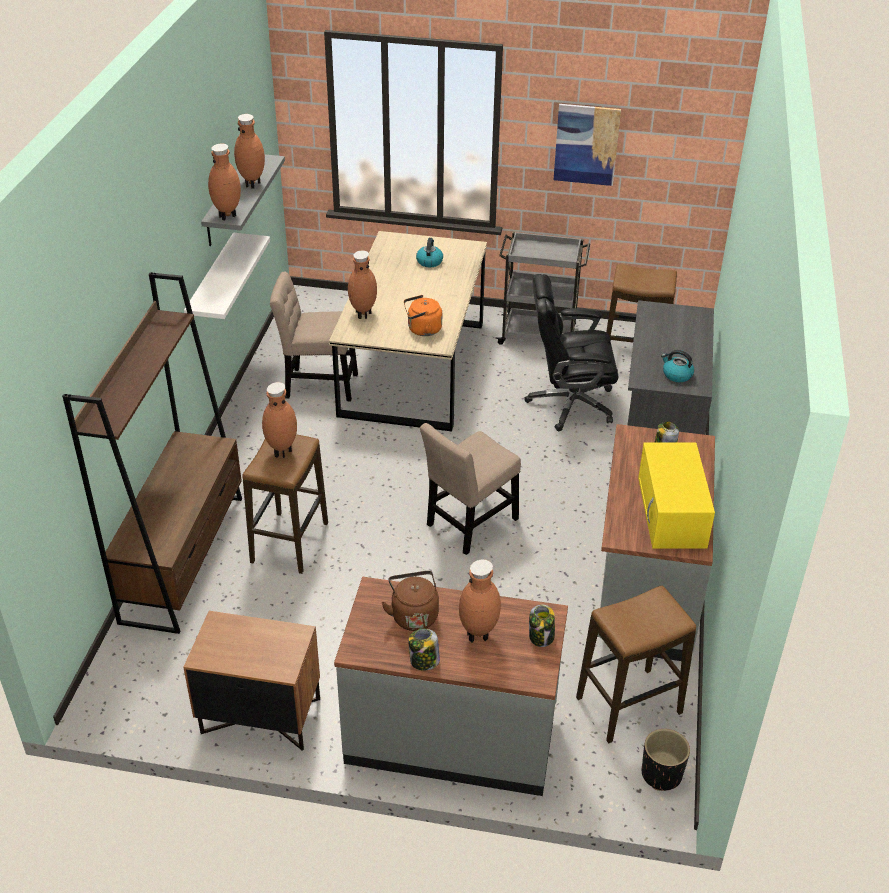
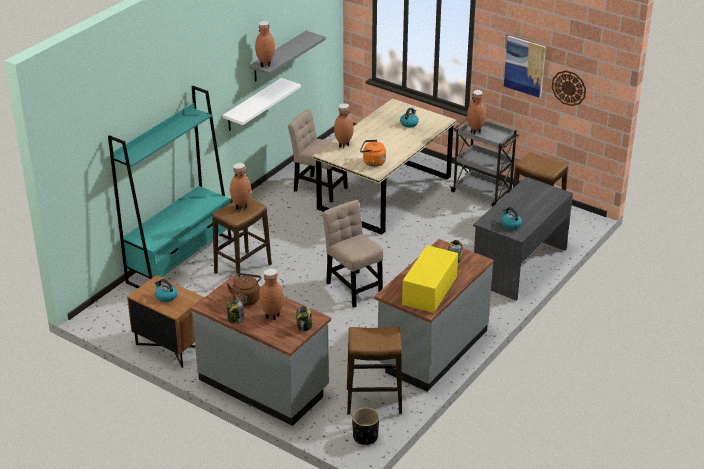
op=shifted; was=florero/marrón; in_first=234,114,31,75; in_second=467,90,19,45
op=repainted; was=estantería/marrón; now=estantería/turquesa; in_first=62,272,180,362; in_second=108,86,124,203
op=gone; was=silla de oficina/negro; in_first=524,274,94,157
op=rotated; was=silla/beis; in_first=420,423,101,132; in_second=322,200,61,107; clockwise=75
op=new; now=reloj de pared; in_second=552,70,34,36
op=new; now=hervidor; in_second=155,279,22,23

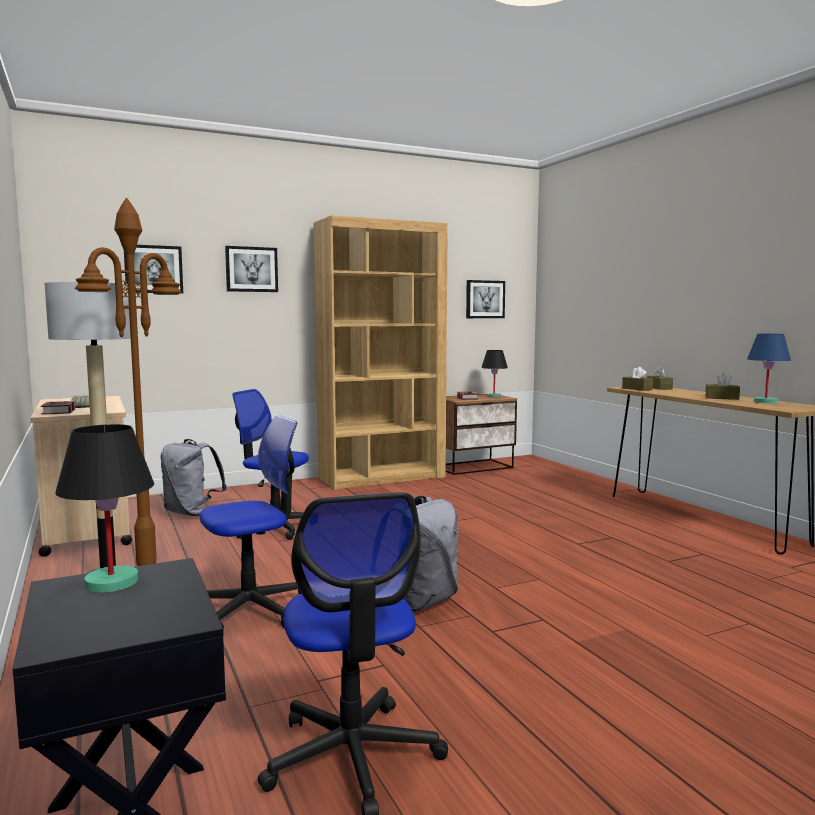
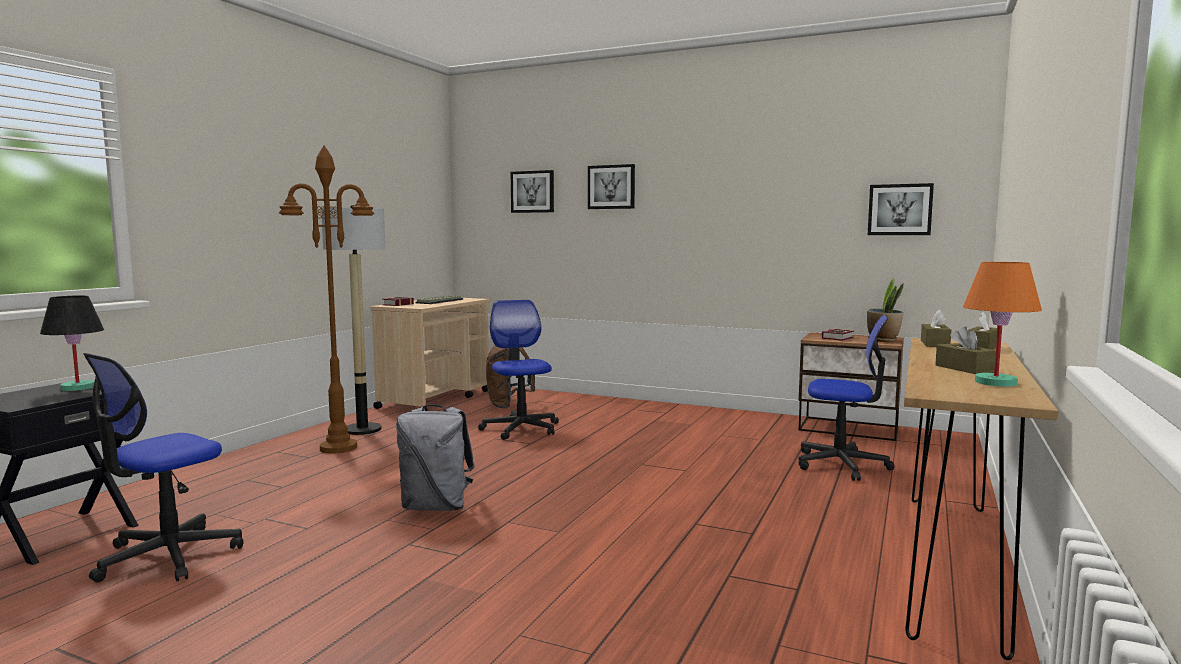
op=gone; was=estantería/marrón; in_first=314,215,134,274
op=repainted; was=lámpara de mesa/azul; now=lámpara de mesa/naranja; in_first=747,334,44,69; in_second=963,262,79,125
op=swapped; was=lámpara de mesa/negro; now=planta en maceta; in_first=481,350,27,47; in_second=867,278,37,64
op=shifted; was=silla de oficina; in_first=200,416,102,213; in_second=799,315,96,166
op=repainted; was=mochila/gris; now=mochila/marrón; in_first=160,439,67,77; in_second=486,345,49,63

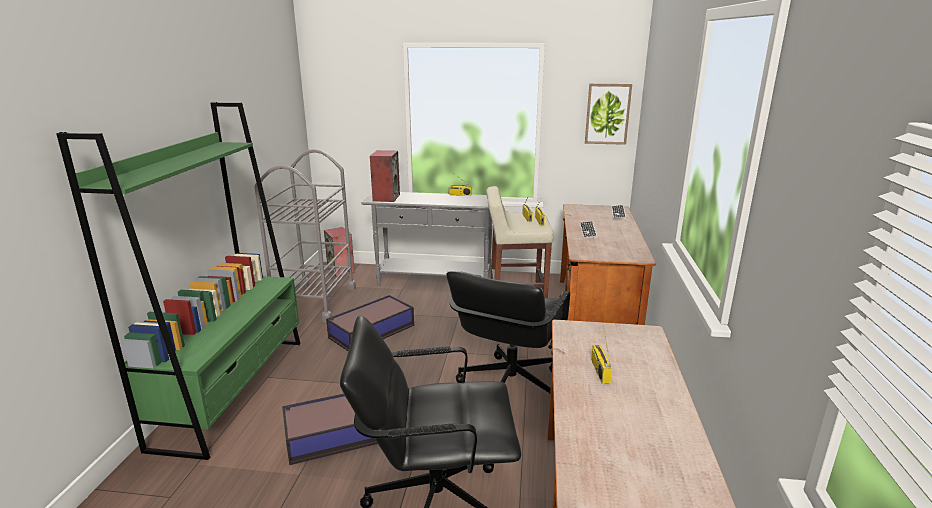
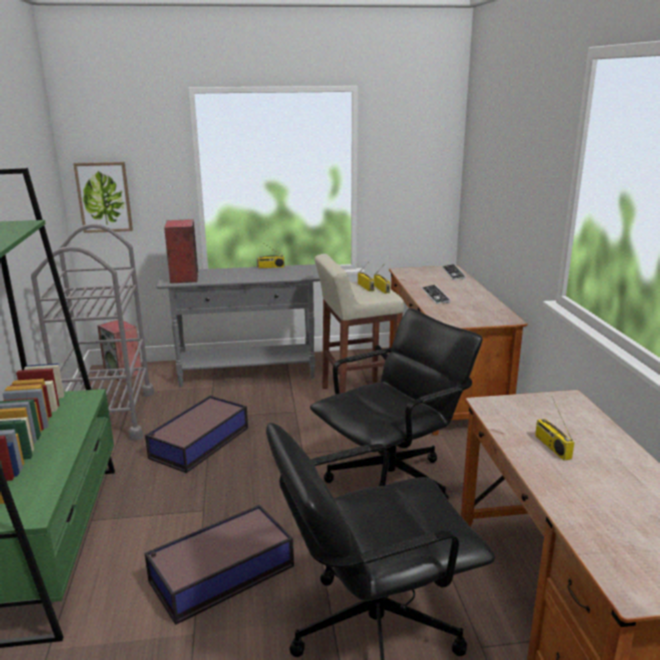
op=shifted; was=cuadro; in_first=585,84,47,61; in_second=73,162,60,71
op=rotated; was=silla de oficina/negro; in_first=446,271,124,122; in_second=310,308,173,191; clockwise=-135

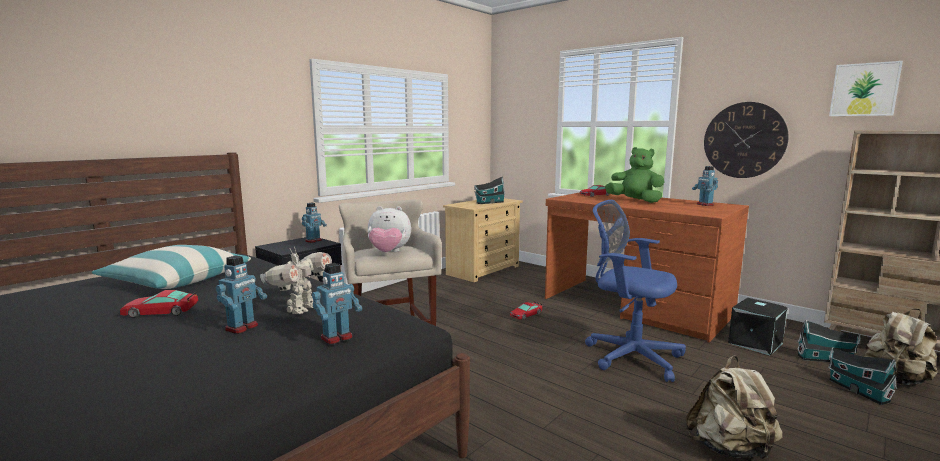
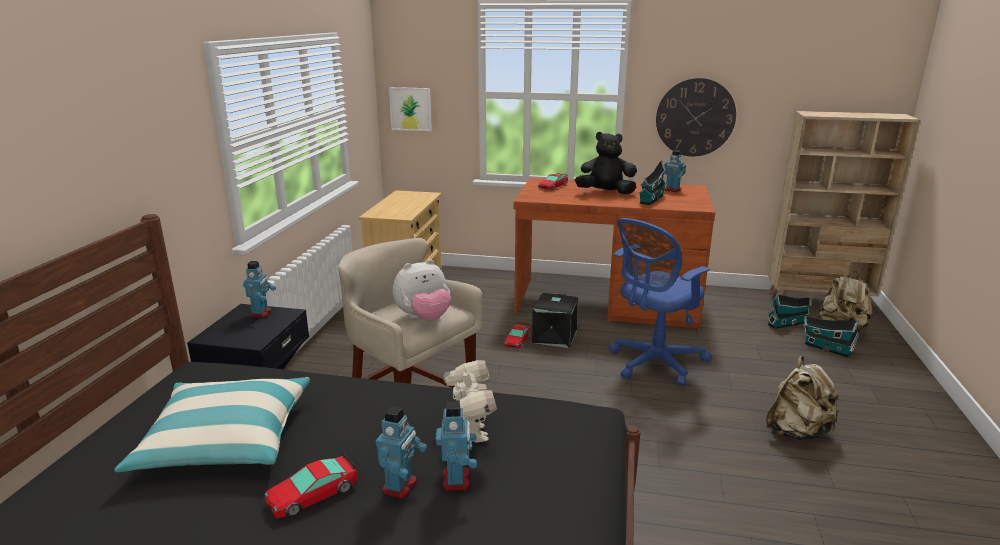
op=shifted; was=cuadro; in_first=829,61,74,55; in_second=389,87,43,44
op=repainted; was=peluche/verde; now=peluche/negro; in_first=605,147,60,56; in_second=575,132,62,62
op=shifted; was=casita; in_first=474,177,31,27; in_second=638,159,29,46
op=rotated; was=silla de oficina/azul; in_first=585,200,101,182; in_second=609,218,102,168; clockwise=-45
op=shifted; was=robot de juguete; in_first=312,263,50,82; in_second=376,406,51,93
op=shifted; was=caja de almacenaje/negro; in_first=728,298,60,57; in_second=532,293,46,55

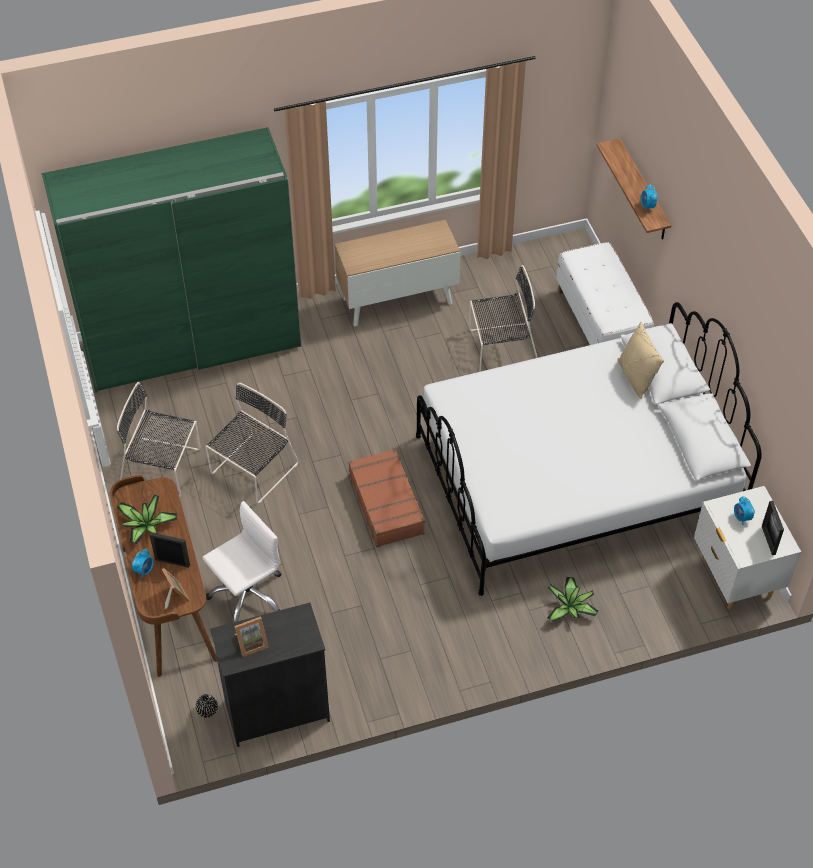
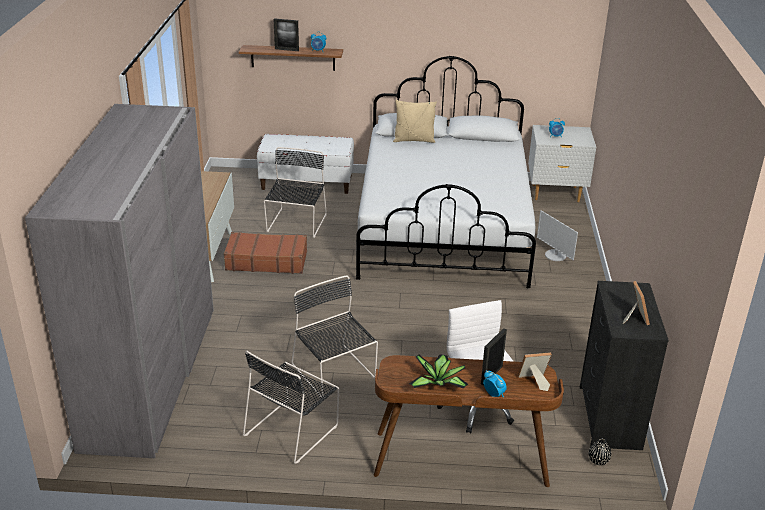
op=repainted; was=armario ropero/verde; now=armario ropero/gris; in_first=42,127,260,266; in_second=25,104,189,354
op=shifted; was=maleta/marrón; in_first=348,449,78,98; in_second=224,232,83,42
op=shifted; was=portarretratos; in_first=762,501,22,54; in_second=273,18,26,33
op=swapped; was=planta en maceta; now=monitor; in_first=547,577,52,45; in_second=537,210,41,51

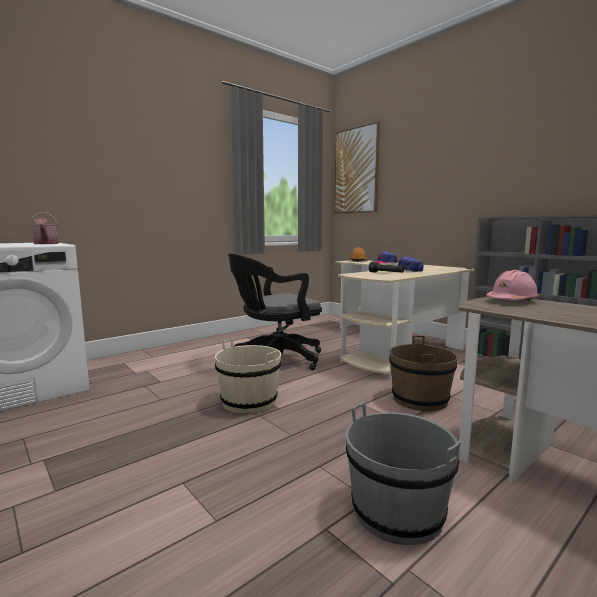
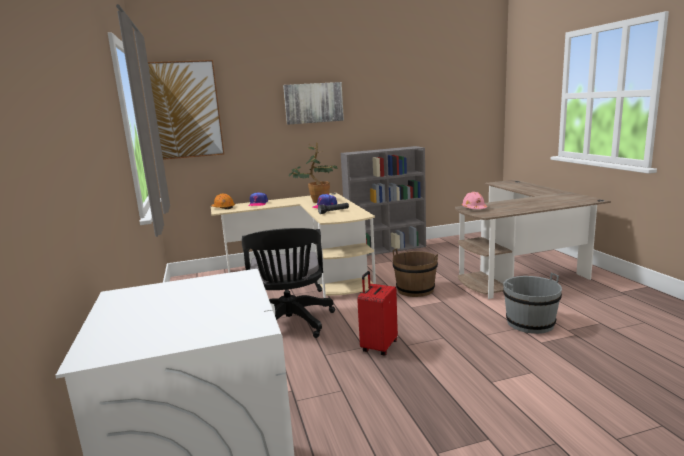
op=gone; was=regadera; in_first=30,212,29,32
op=swapped; was=cubo/beis; now=maleta/rojo; in_first=215,339,67,75; in_second=357,271,41,84
op=new; now=cuadro; in_second=283,82,61,43
op=new; now=planta en maceta; in_second=288,142,50,61

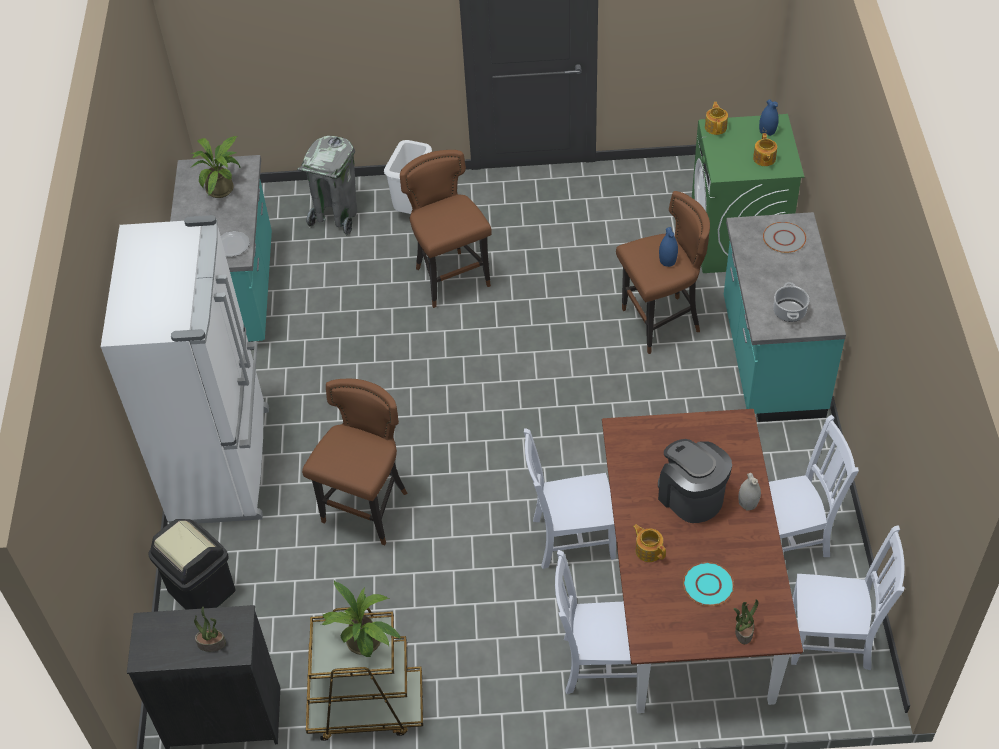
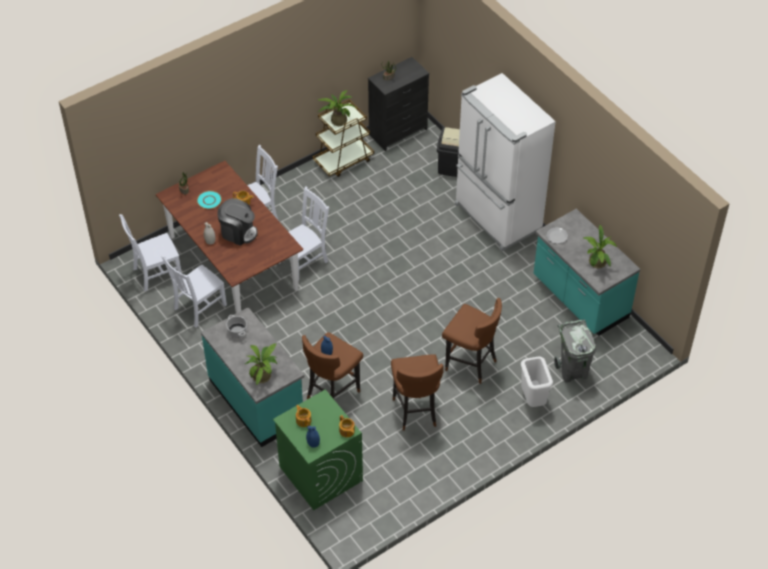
op=swapped; was=plato/gris; now=planta en maceta; in_first=763,222,43,31; in_second=245,343,32,42
op=shifted; was=taburete/marrón; in_first=302,379,105,167; in_second=391,354,53,77

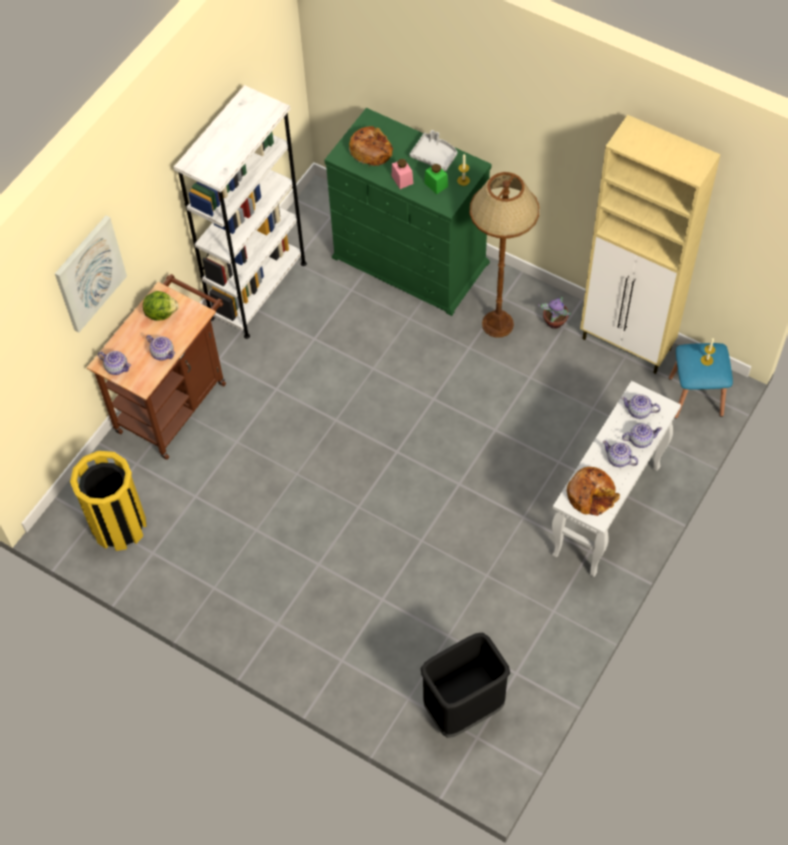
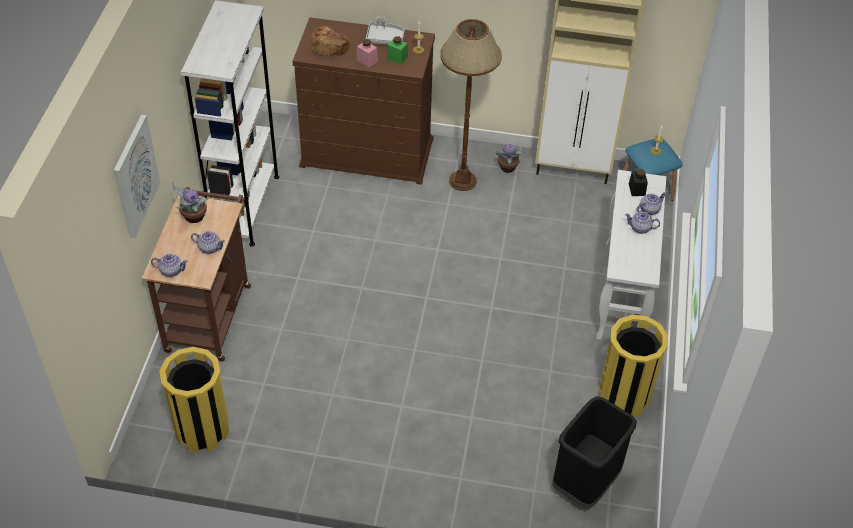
op=repainted; was=cómoda/verde; now=cómoda/marrón; in_first=324,108,168,208; in_second=293,17,142,168
op=swapped; was=lechuga; now=planta en maceta; in_first=143,291,36,30; in_second=172,182,37,41
op=swapped; was=tetera; now=tarro/negro; in_first=621,394,39,25; in_second=629,169,19,27
op=gone; was=pan; in_first=567,467,53,49
op=new; now=papelera/amarillo; in_second=599,315,69,102

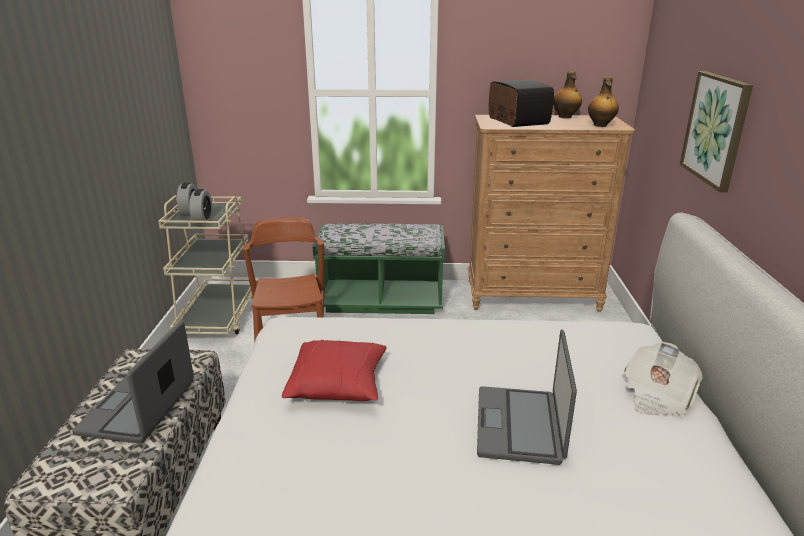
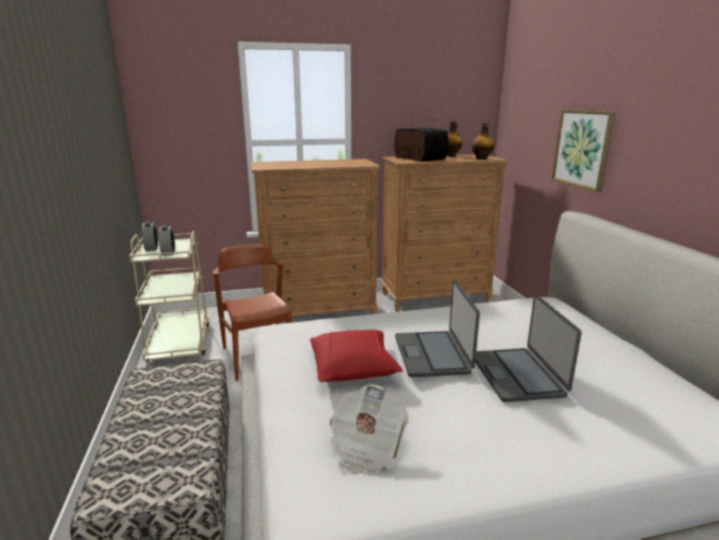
op=swapped; was=banco/verde; now=cómoda/marrón; in_first=313,224,132,90; in_second=251,159,129,167
op=shifted; was=portátil; in_first=72,320,122,124; in_second=395,280,85,97
op=shifted; was=periódico; in_first=624,342,79,73; in_second=329,384,80,91

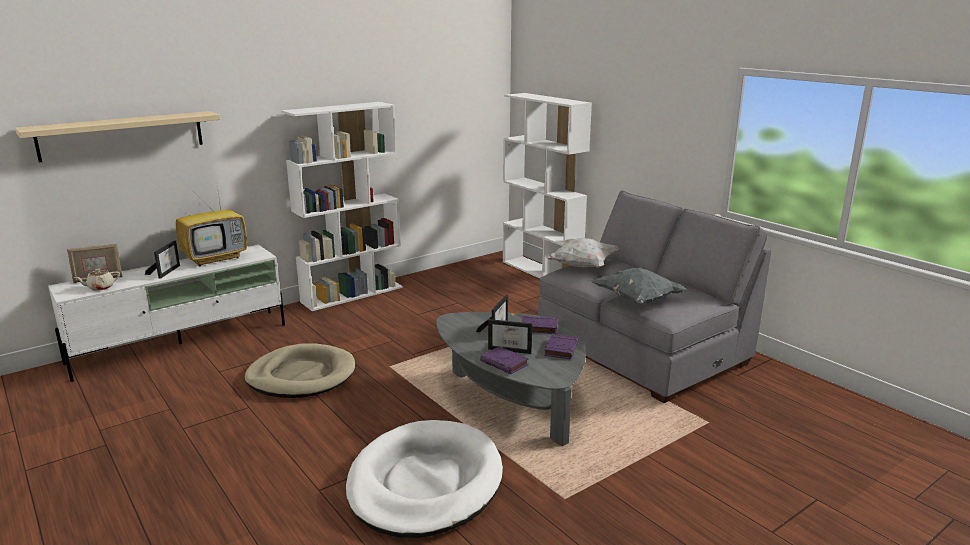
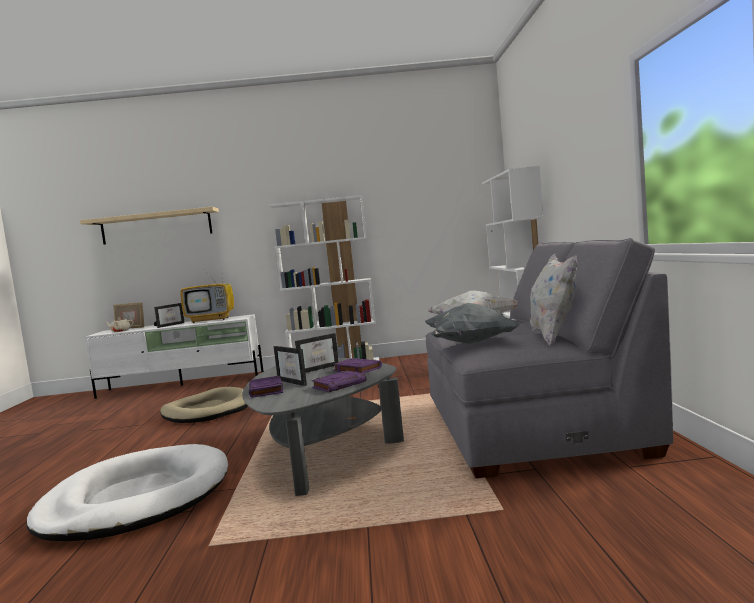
op=new; now=cojín/blanco; in_second=530,254,47,92

